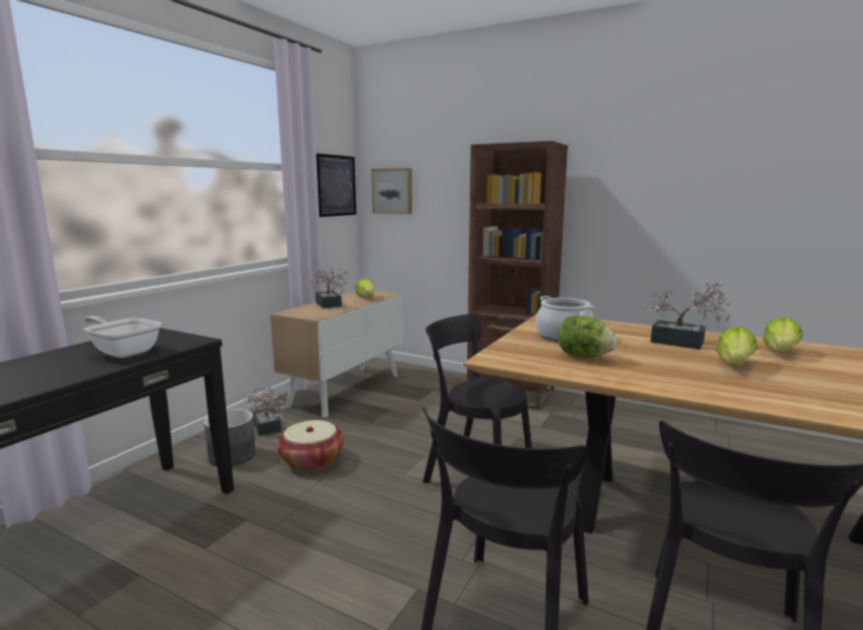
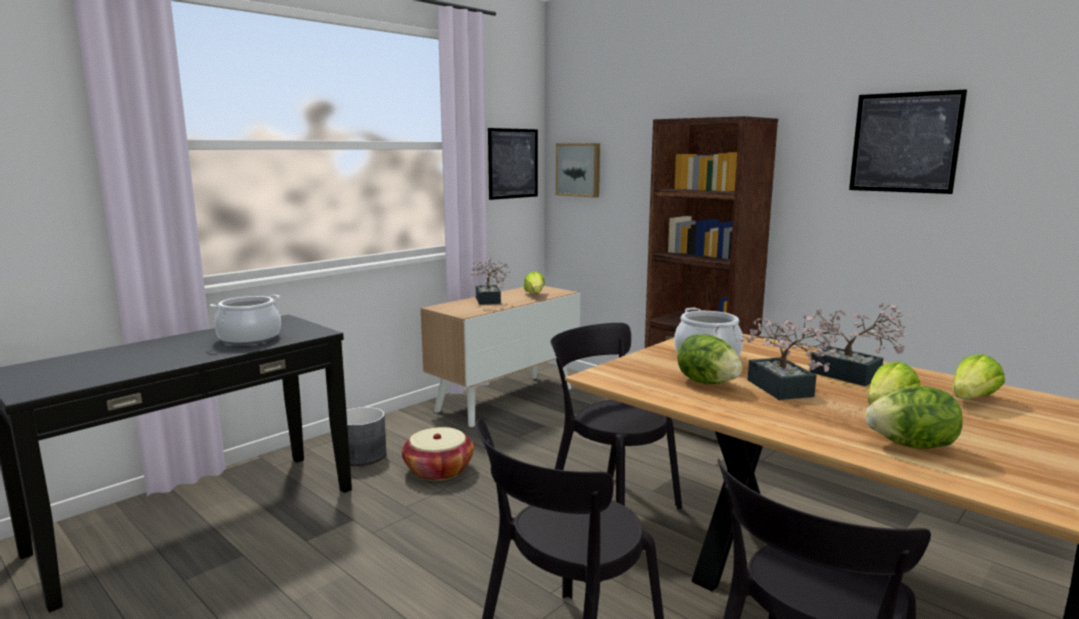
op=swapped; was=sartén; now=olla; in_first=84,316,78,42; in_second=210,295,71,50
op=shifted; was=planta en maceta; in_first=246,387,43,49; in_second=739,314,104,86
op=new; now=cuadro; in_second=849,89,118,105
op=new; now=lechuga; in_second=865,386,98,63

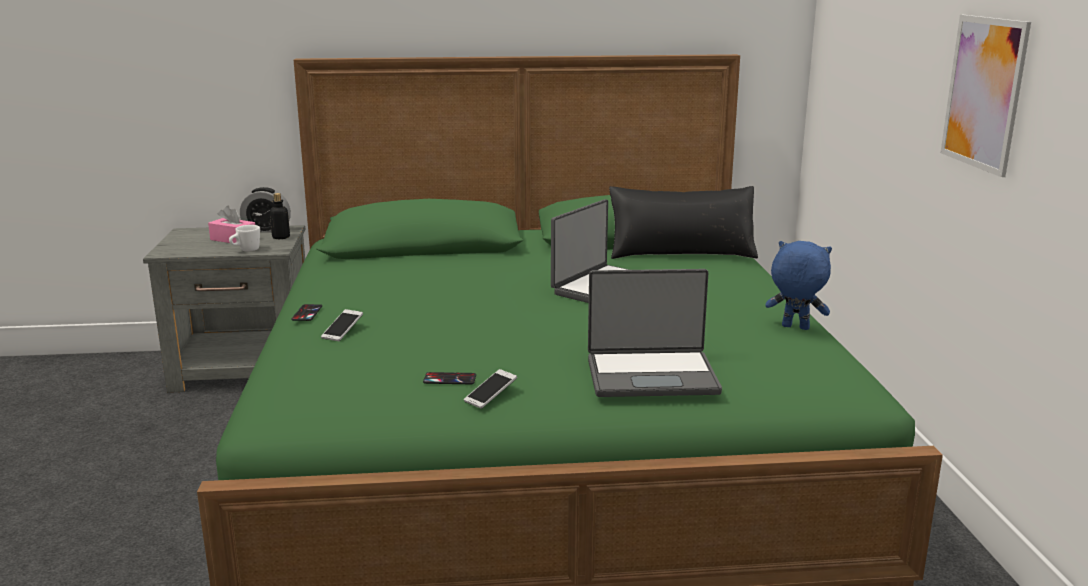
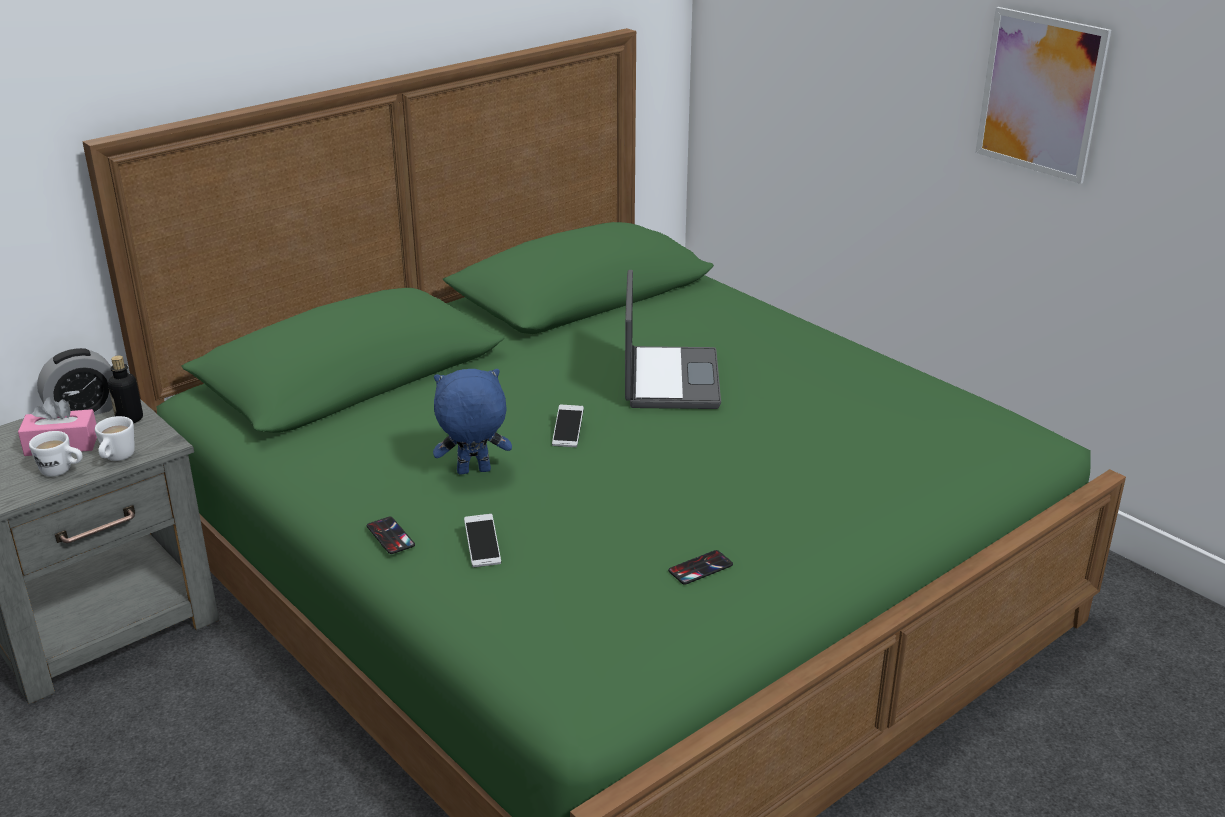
op=gone; was=cojín/negro; in_first=609,186,149,73
op=shifted; was=peluche/azul; in_first=766,241,66,89; in_second=433,369,79,106
op=gone; was=portátil; in_first=588,269,134,128
op=shifted; was=móvil; in_first=464,369,53,40; in_second=552,405,32,42
op=new; now=taza grande/blanco; in_second=29,431,54,46

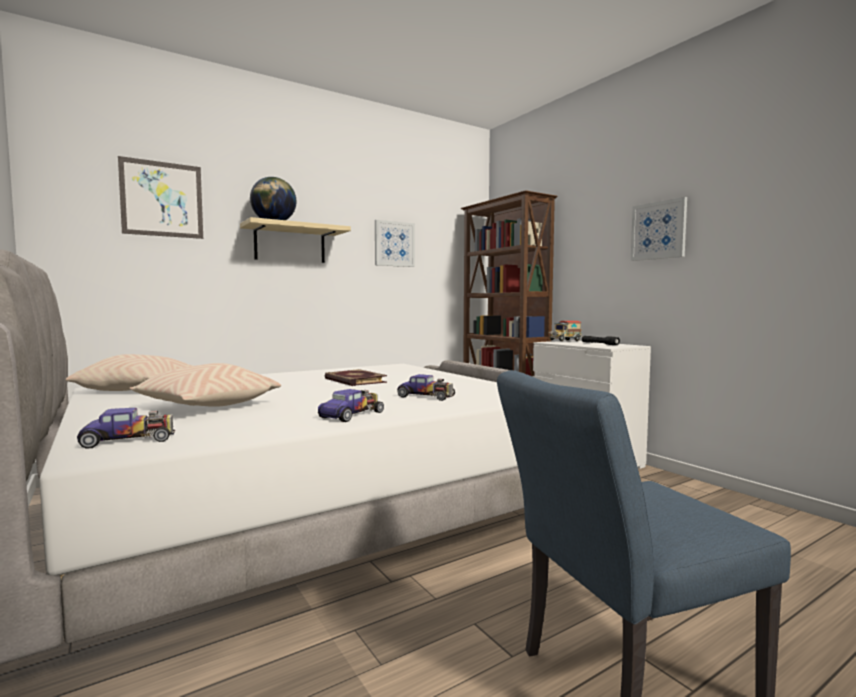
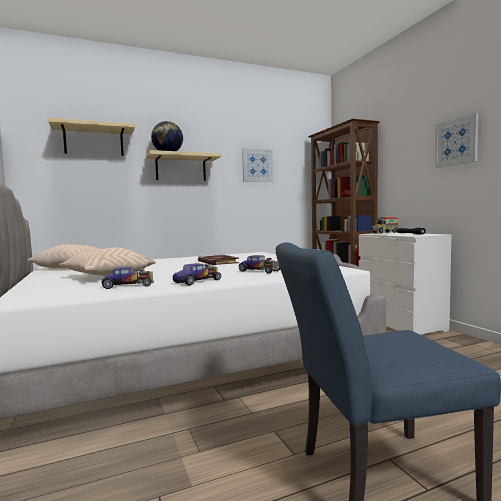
op=swapped; was=cuadro; now=estante/beis; in_first=118,156,85,83; in_second=48,118,87,38
op=shifted; was=coche de juguete; in_first=77,408,98,41; in_second=101,267,53,22

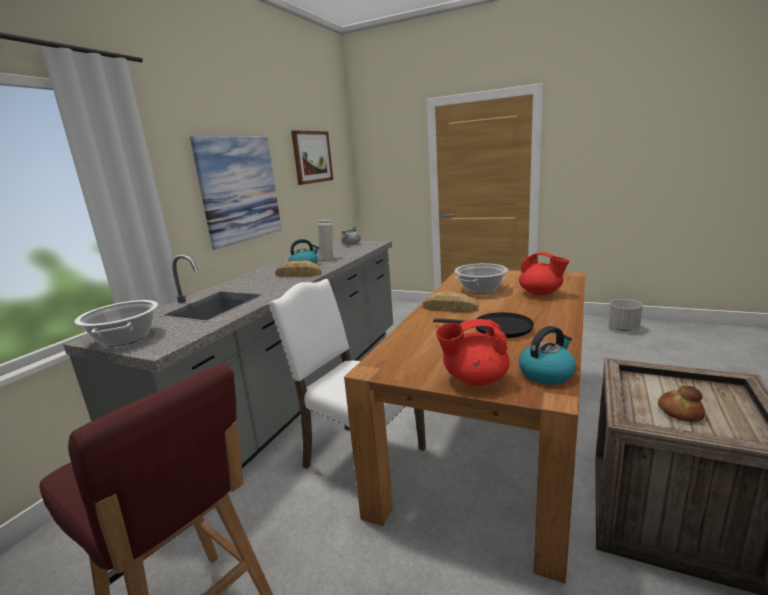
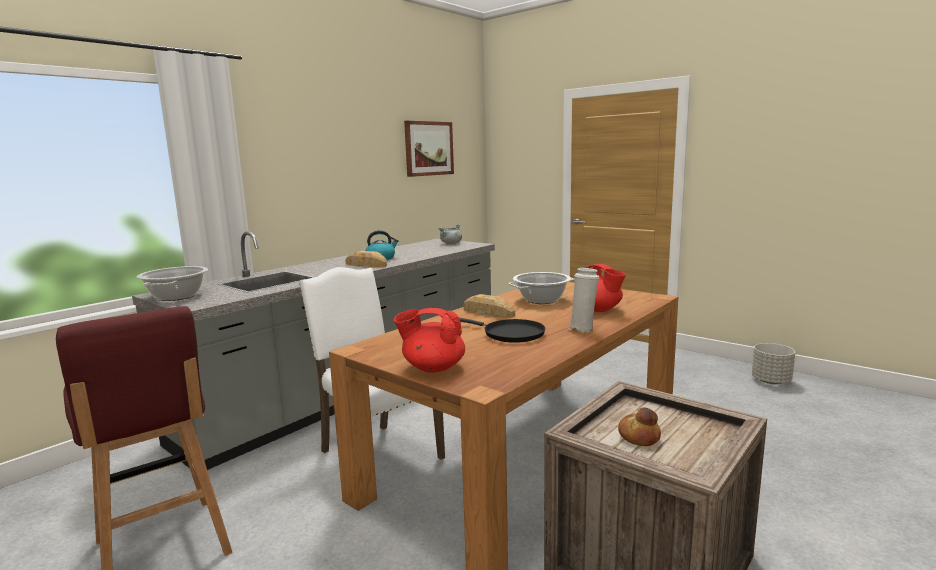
op=gone; was=cuadro; in_first=190,136,92,113
op=shifted; was=florero/blanco; in_first=317,220,16,40; in_second=569,268,30,65
op=gone; was=hervidor; in_first=519,326,57,59

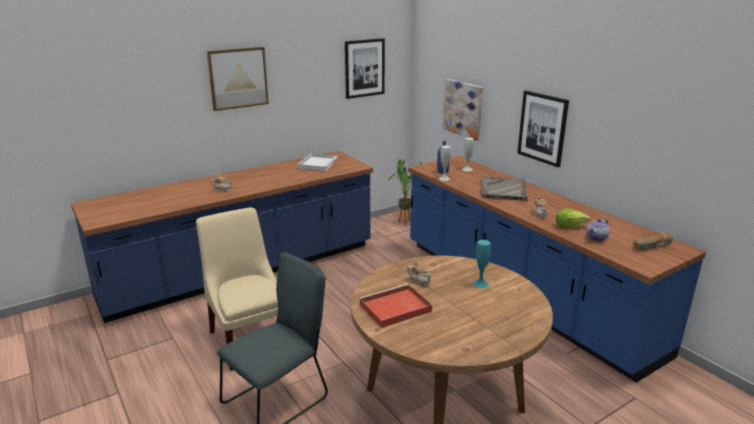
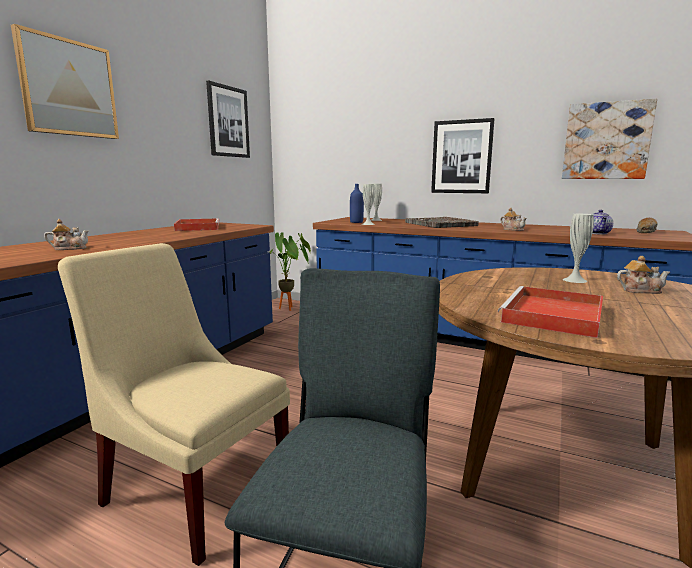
op=shifted; was=cuadro; in_first=443,79,40,62; in_second=562,99,95,80
op=repainted; was=bandeja/blanco; now=bandeja/rojo; in_first=297,153,41,19; in_second=174,218,46,13
op=gone; was=lechuga; in_first=556,209,34,19
op=repainted; was=florero/turquesa; now=florero/blanco; in_first=473,240,18,48; in_second=563,214,31,69
op=shifted; was=tetera; in_first=407,261,25,26; in_second=617,256,53,38

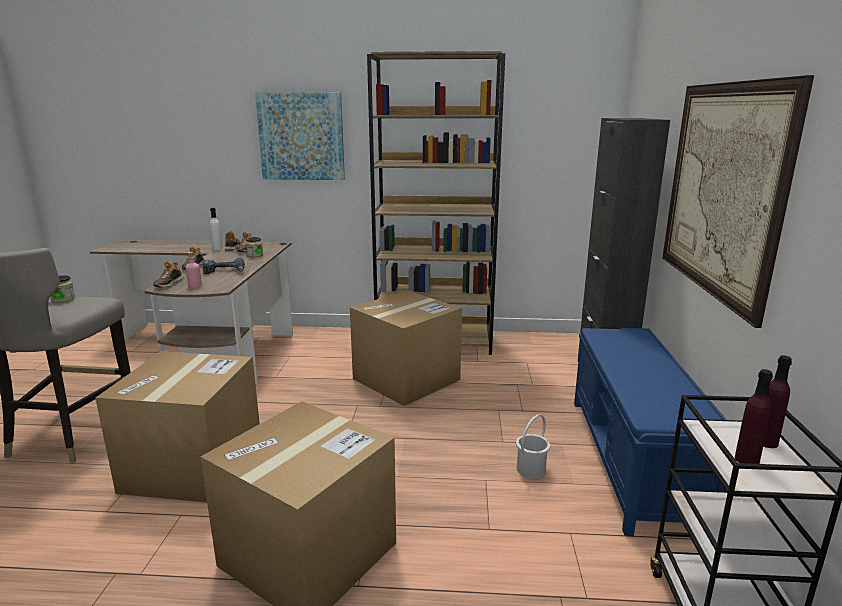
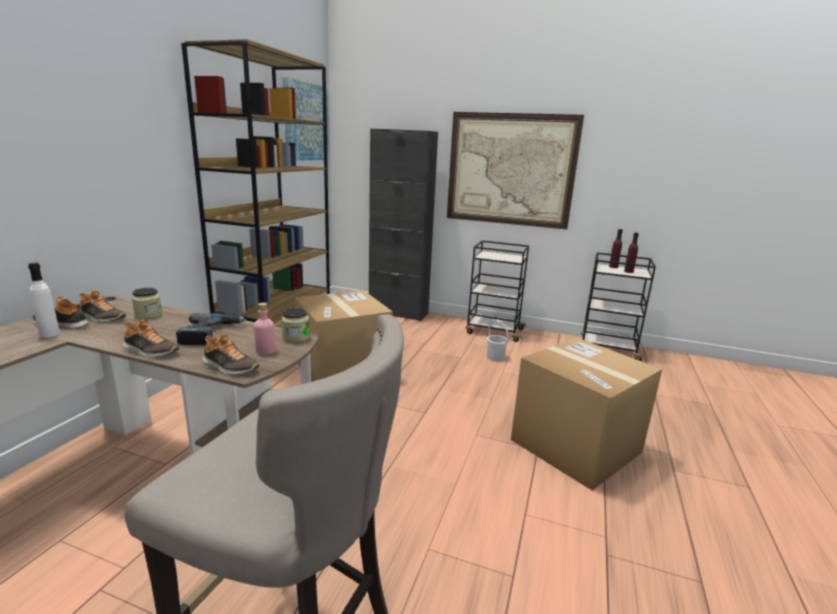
op=shifted; was=cuadro; in_first=255,92,90,88; in_second=283,77,46,84
op=shifted; was=tarro; in_first=50,275,25,28; in_second=282,308,27,35
op=swapped; was=banco/azul; now=carrito/negro; in_first=574,328,152,208; in_second=466,240,63,102
op=gone; was=caja de cartón; in_first=95,351,165,152

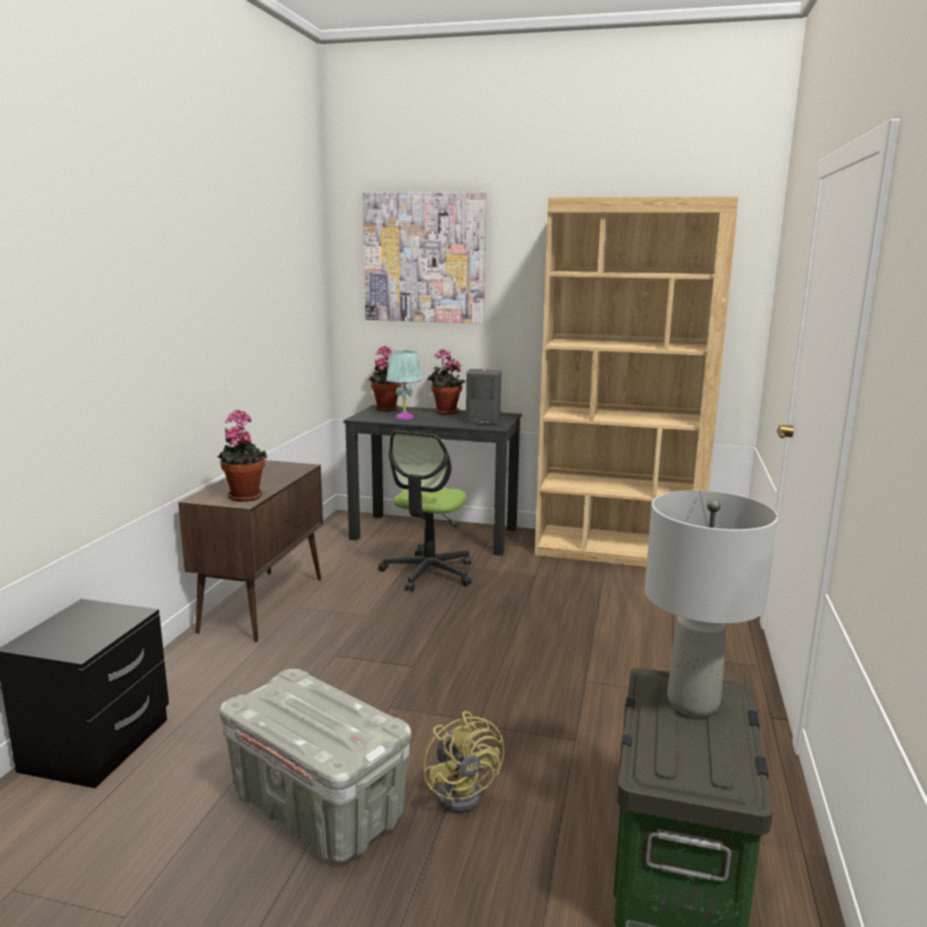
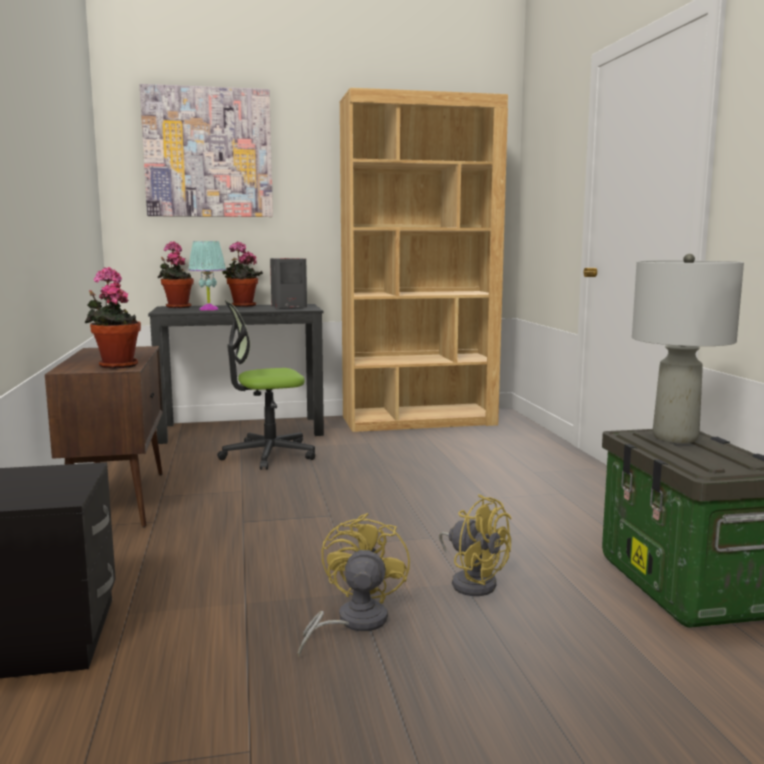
op=rotated; was=silla de oficina; in_first=378,431,94,160; in_second=217,301,98,169; clockwise=75
op=swapped; was=caja de almacenaje/gris; now=ventilador/amarillo; in_first=219,669,192,193; in_second=298,513,112,144

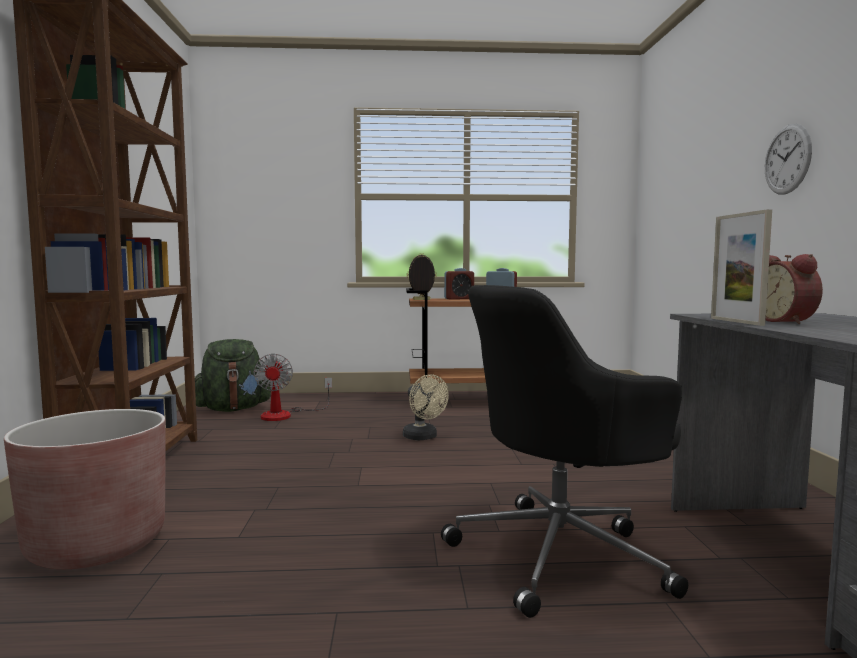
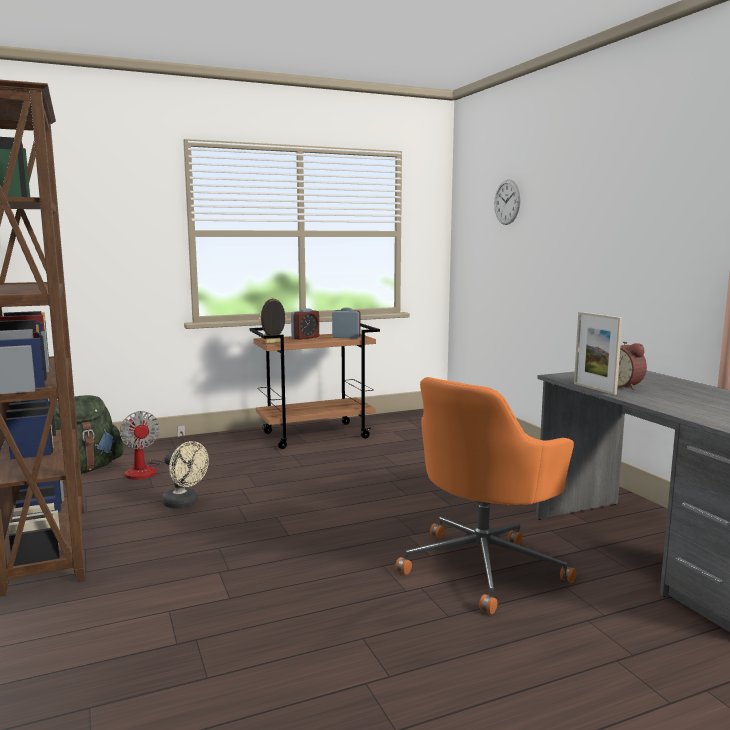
op=shifted; was=reloj de pared; in_first=765,124,47,70; in_second=494,179,27,46
op=repainted; was=silla de oficina/negro; now=silla de oficina/naranja; in_first=441,285,247,333; in_second=395,377,182,237
op=shifted; was=ventilador/beis; in_first=403,374,46,66; in_second=162,441,47,68
op=gone; was=maceta/marrón; in_first=4,409,162,160

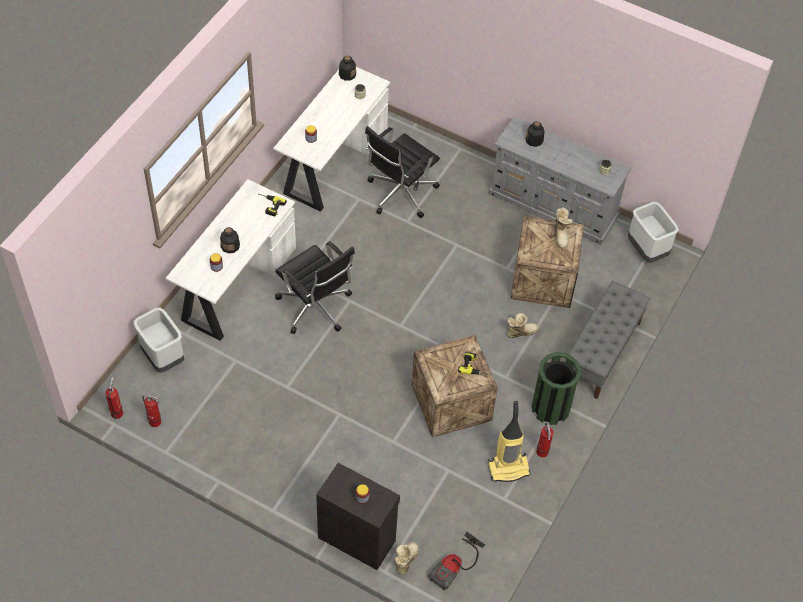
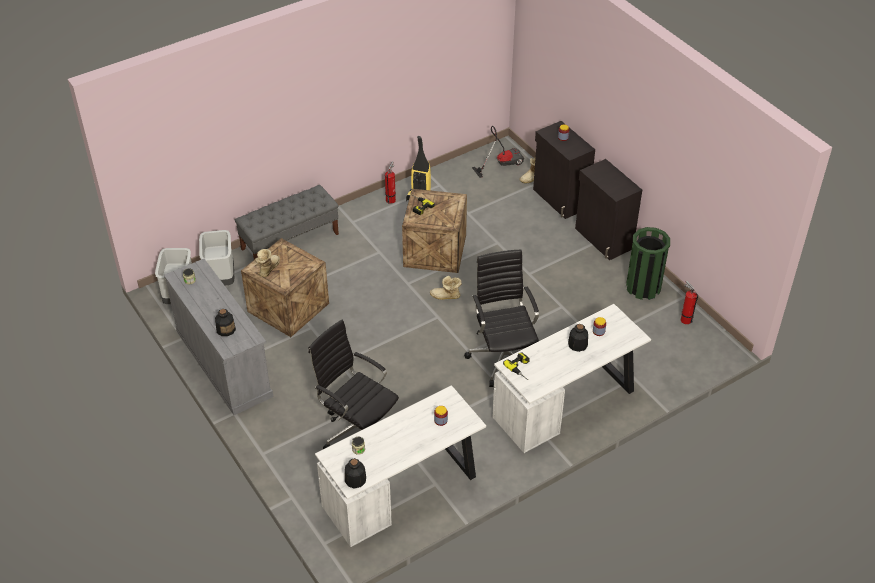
op=rotated; was=silla de oficina/negro; in_first=365,126,75,92; in_second=309,320,90,129; clockwise=-120
op=shifted; was=papelera/gris; in_first=133,307,51,66; in_second=199,230,35,55
op=shifted; was=bota; in_first=507,313,32,25; in_second=430,276,32,24
op=shifted; was=papelera/verde; in_first=532,352,49,73; in_second=626,227,44,73
op=gone; was=extintor; in_first=105,377,18,43
op=new; now=armario/negro; in_second=575,159,67,101

